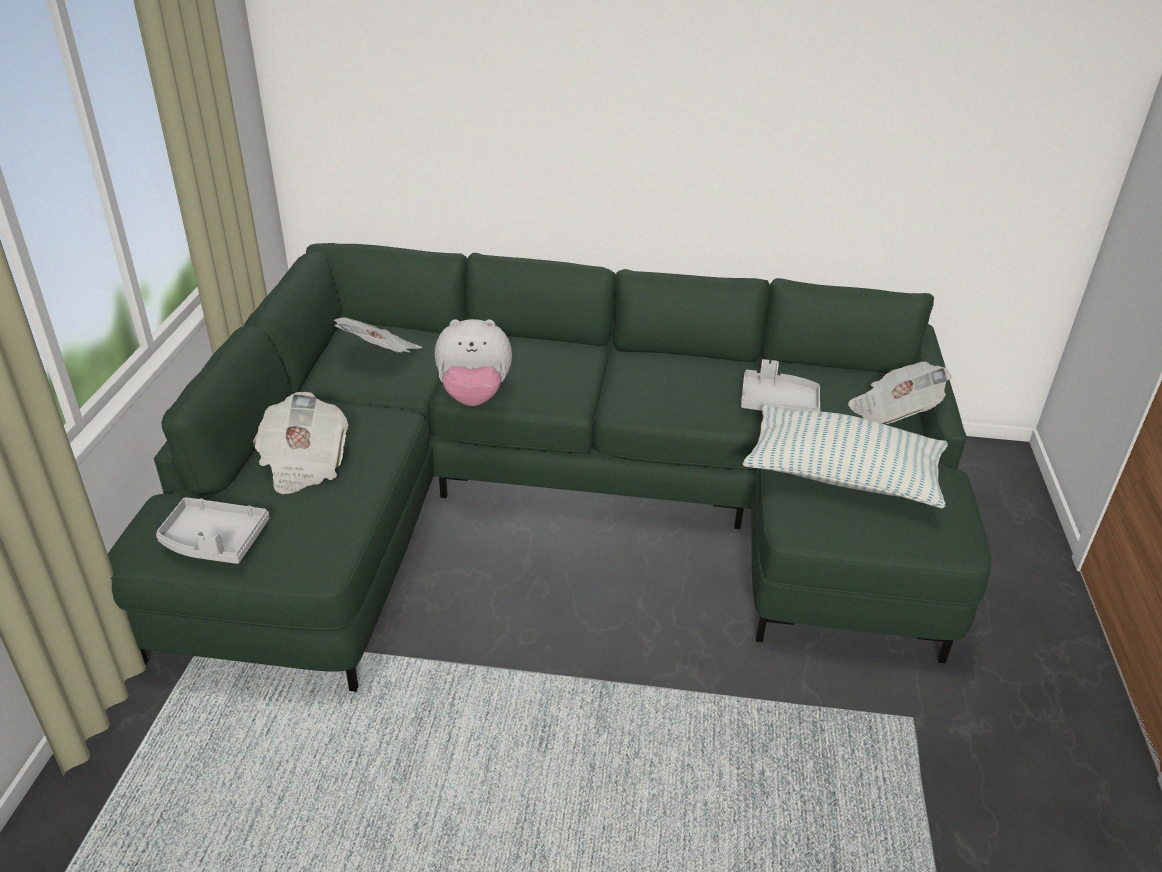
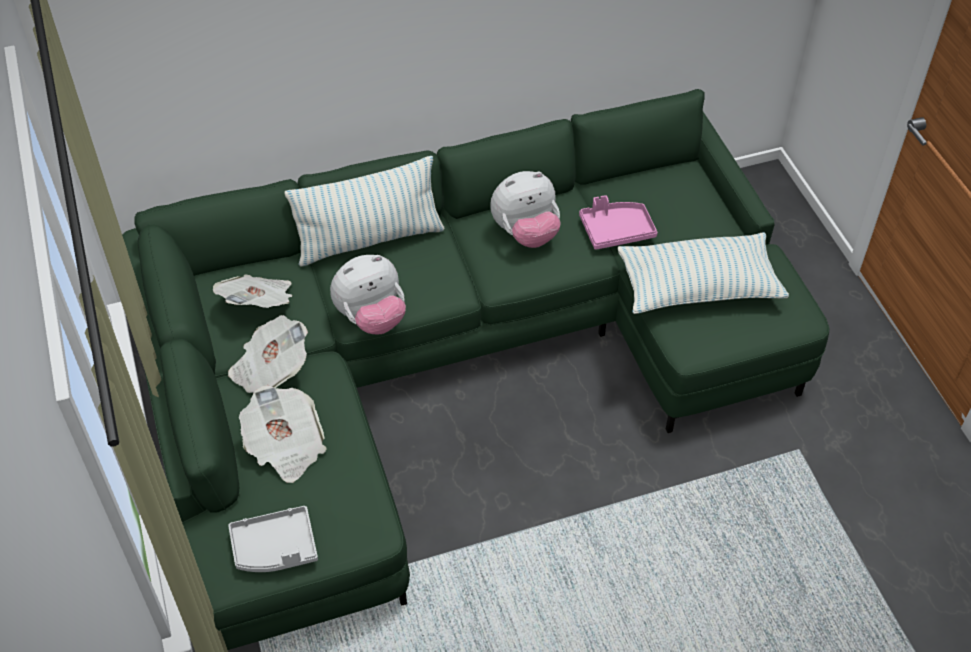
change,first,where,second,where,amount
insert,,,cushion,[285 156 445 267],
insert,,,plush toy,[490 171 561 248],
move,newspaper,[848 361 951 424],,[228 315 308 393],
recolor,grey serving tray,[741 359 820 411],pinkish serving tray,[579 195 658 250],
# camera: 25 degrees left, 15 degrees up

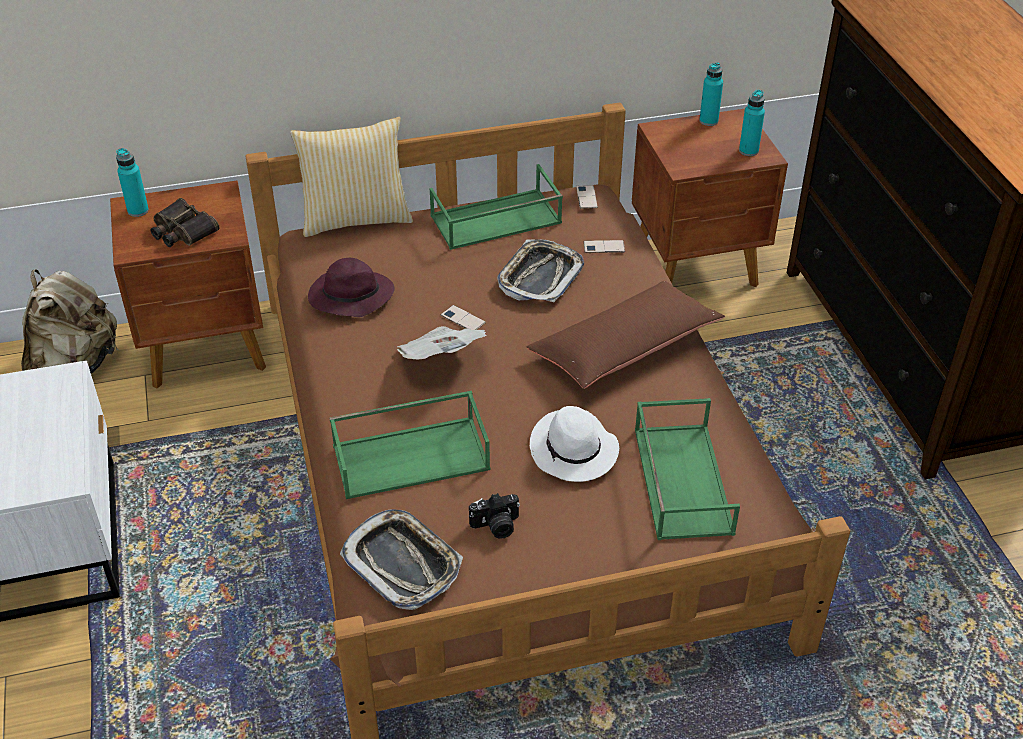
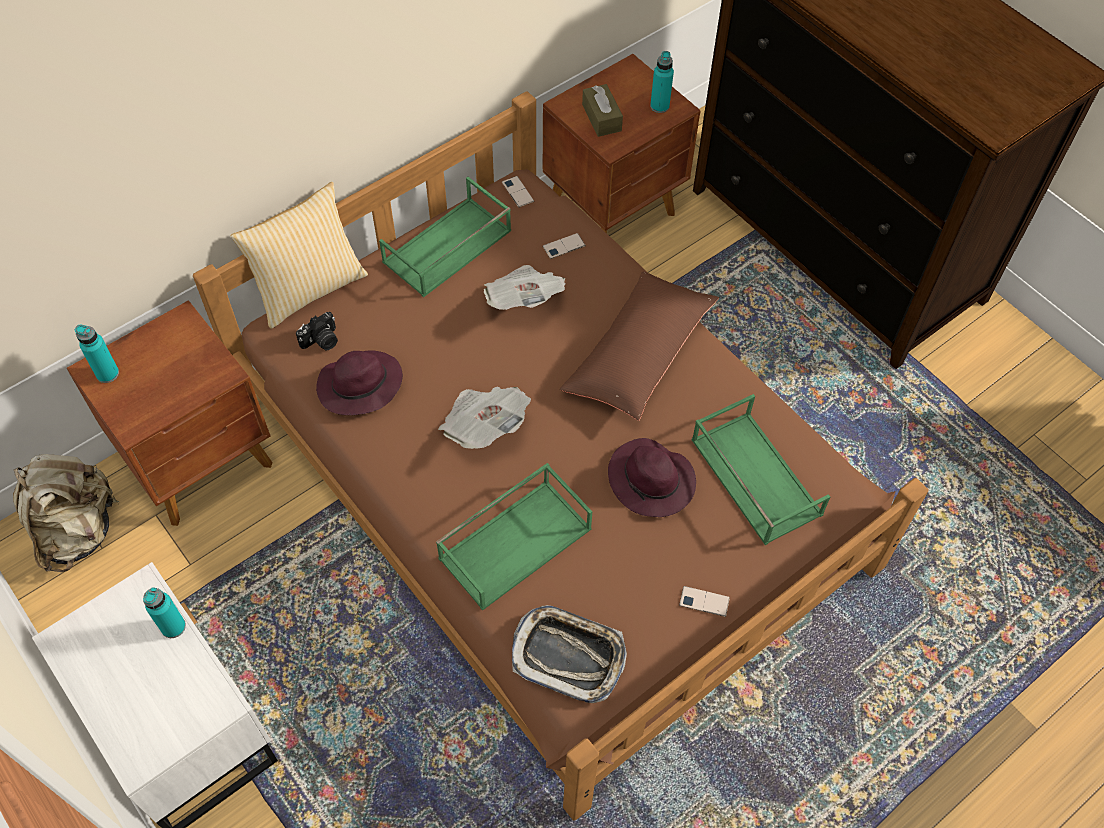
change,first,where,second,where,amount
delete,binoculars,[150 198 220 247],,,
insert,,,brown tissue holder,[582 84 623 137],
move,telephone,[441 305 486 330],,[679 586 730 617],
move,still camera,[469 493 520 539],,[296 312 338 350],
move,turquoise-coloured bottle,[699 62 723 126],,[143 587 186 638],
replace,serving tray,[497 239 584 302],newspaper,[484 265 565 310],
recolor,white wearable hat,[530 406 619 482],purple-coloured wearable hat,[608 438 696 517],
# camera: 25 degrees left, 15 degrees up

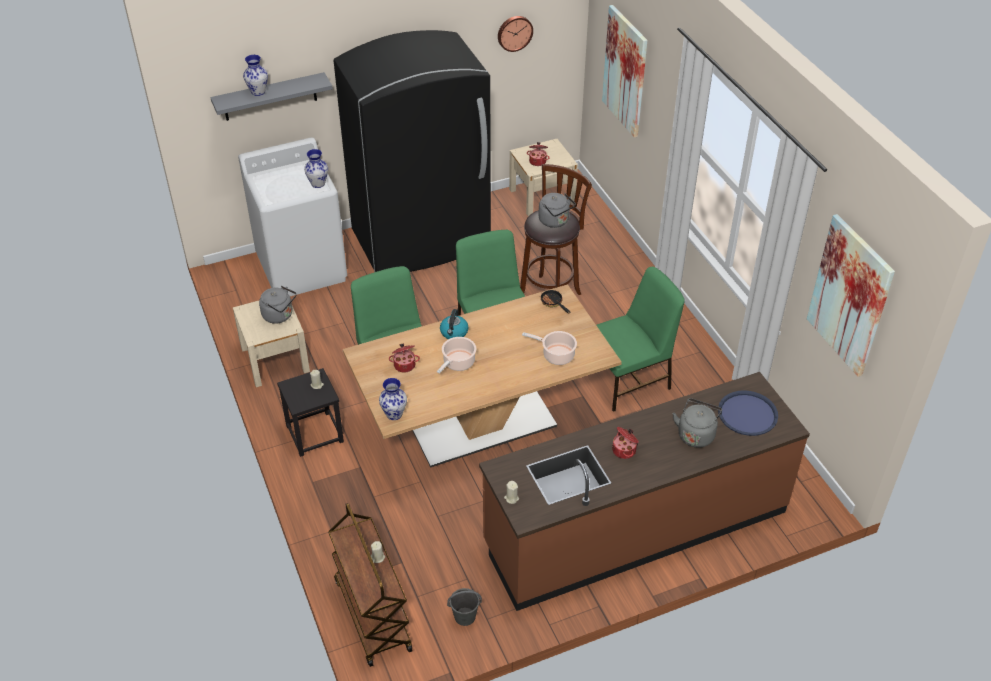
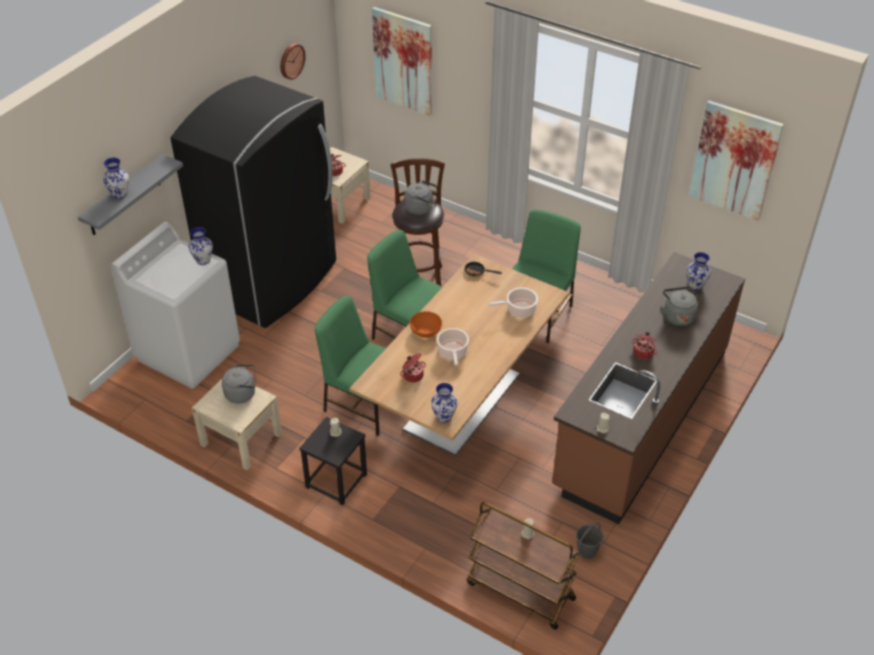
change,first,where,second,where,amount
replace,water kettle,[440 309 469 339],orange bowl,[410 311 442 338],
replace,blue serving tray,[718 390 778 436],flower vase,[686 252 711 290],
# camera: 35 degrees left, 0 degrees up

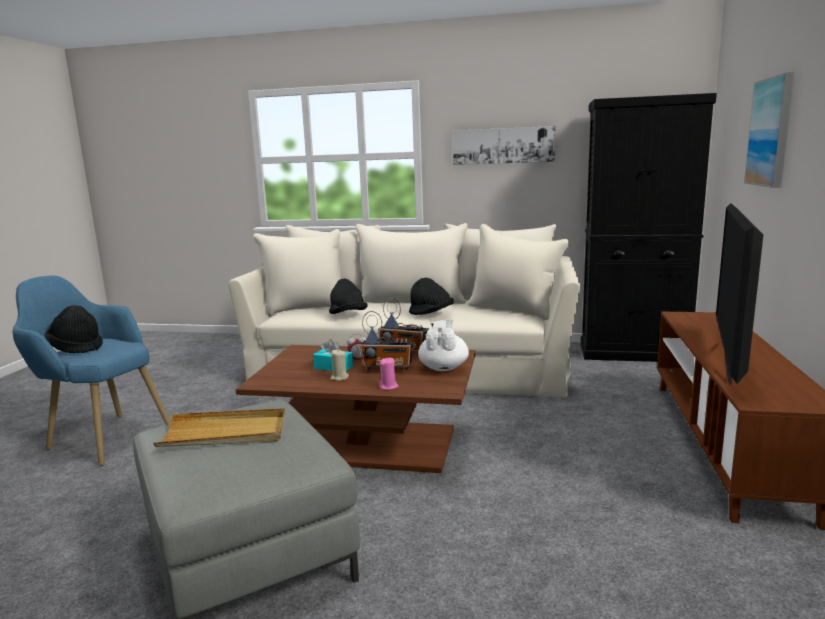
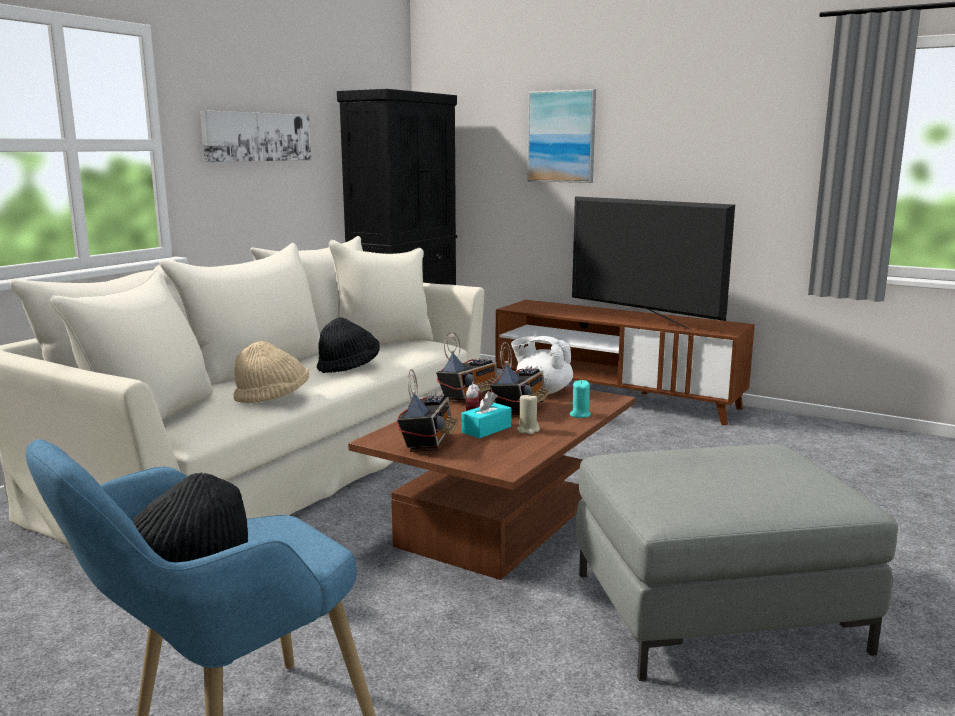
change,first,where,second,where,amount
delete,sand-coloured serving tray,[153 408 286 447],,,
insert,,,radio,[397 369 457 452],
recolor,black-coloured wearable hat,[329 279 368 314],sand-coloured wearable hat,[234 341 309 403],
recolor,pinkish candle,[379 357 398 390],turquoise-coloured candle,[570 380 591 418],
# camera: 70 degrees left, 0 degrees up

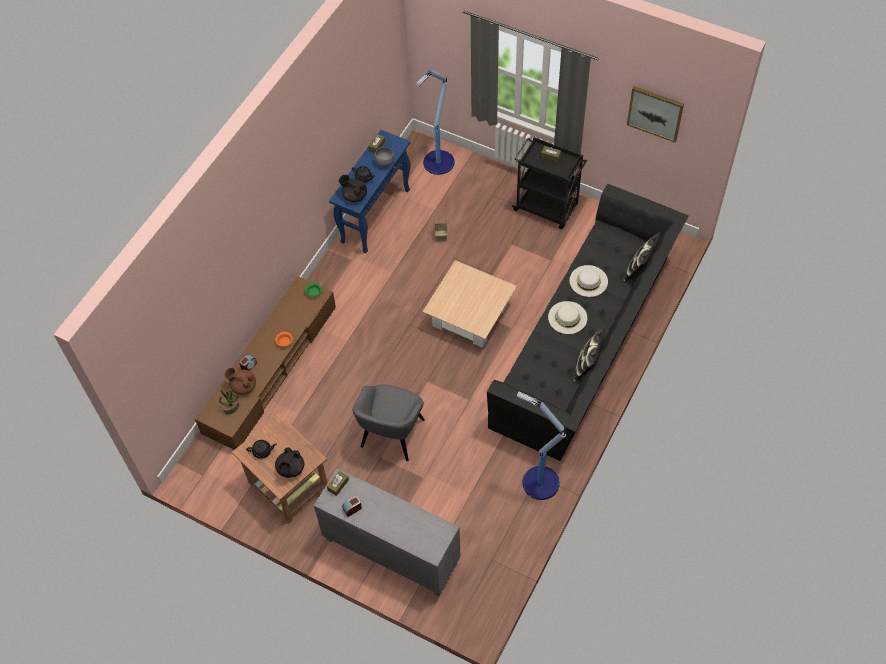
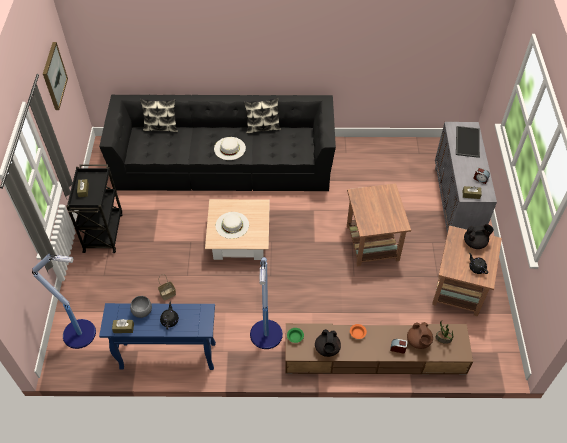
change,first,where,second,where,amount
insert,,,serving tray,[456 126 480 158],
move,black-coloured pot for tea,[339 175 367 202],,[315 329 341 357],
move,standard lamp,[517 392 566 500],,[250 257 283 349],
move,white wearable hat,[569 265 608 297],,[215 212 249 239],
replace,grey armchair,[353 384 425 461],brown end table,[347 183 411 266],
# camera: 120 degrees left, 5 degrees down

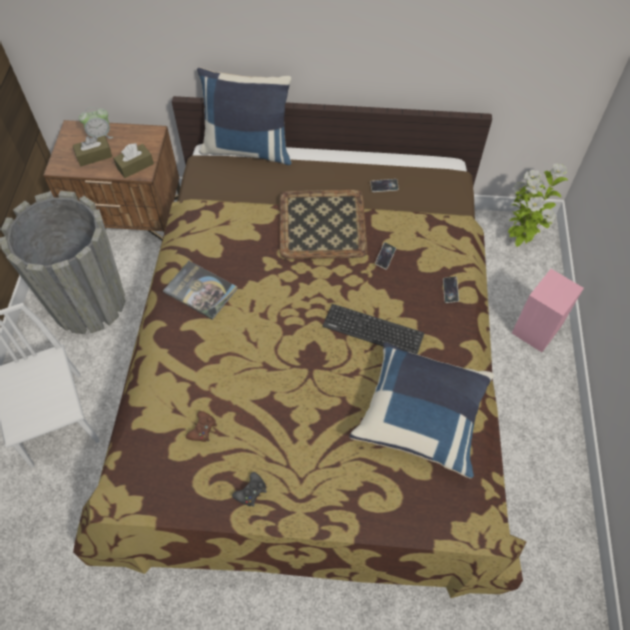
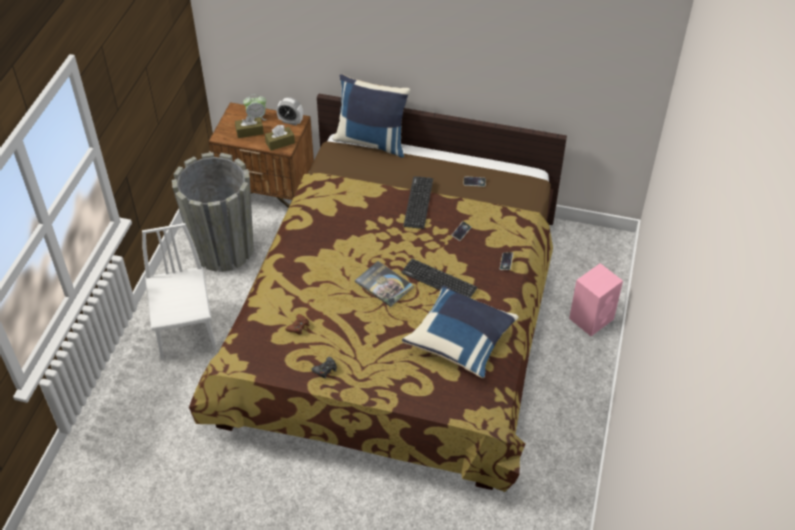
change,first,where,second,where,amount
delete,houseplant,[508 164 568 247],,,
insert,,,alarm clock,[276 97 303 125],
move,volume,[163 261 238 320],,[355 261 414 307],
replace,serving tray,[280 190 367 259],PC keyboard,[403 176 433 229],
# camera: 10 degrees right, 10 degrees down

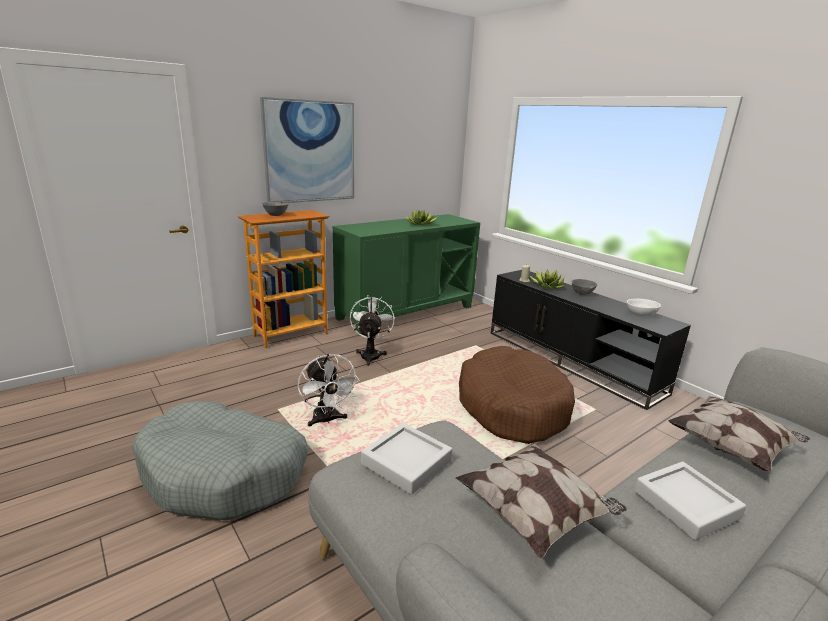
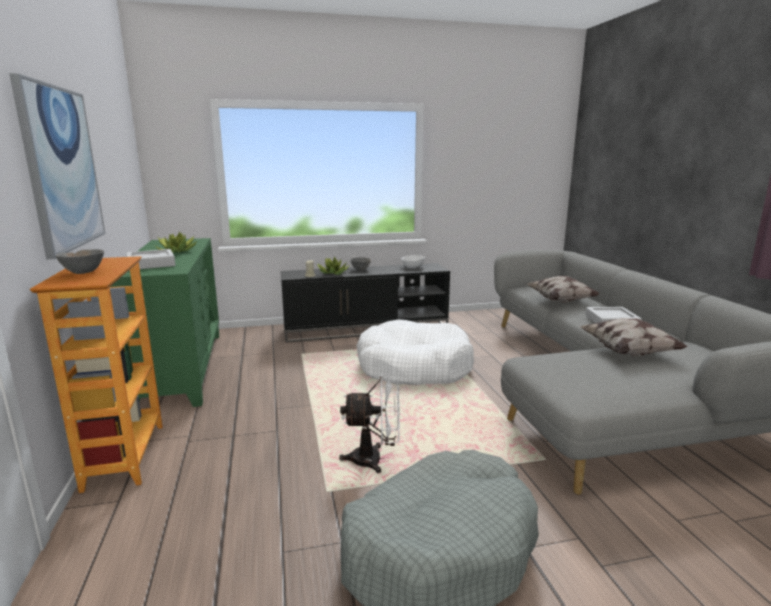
change,first,where,second,where,amount
delete,white cooling fan,[350 295 395 366],,,
move,grey serving tray,[361 423 452 495],,[126 249 176 269],
recolor,brown dog cushion,[459 346 575 444],white dog cushion,[357 319 474 385],
# camera: 65 degrees left, 5 degrees down

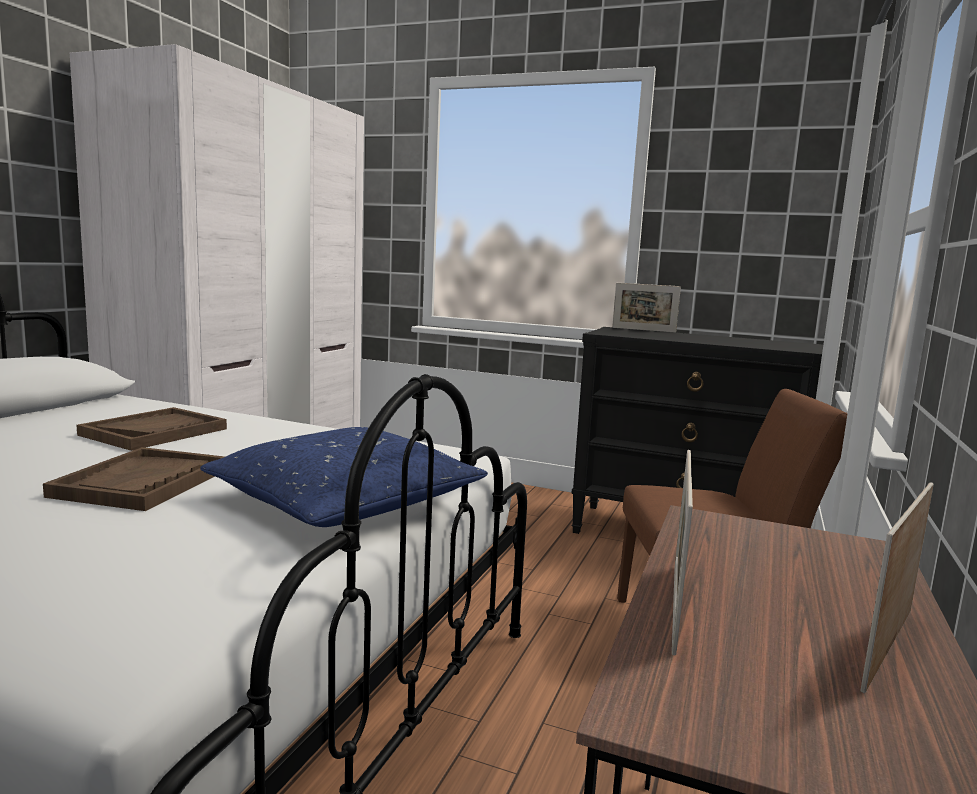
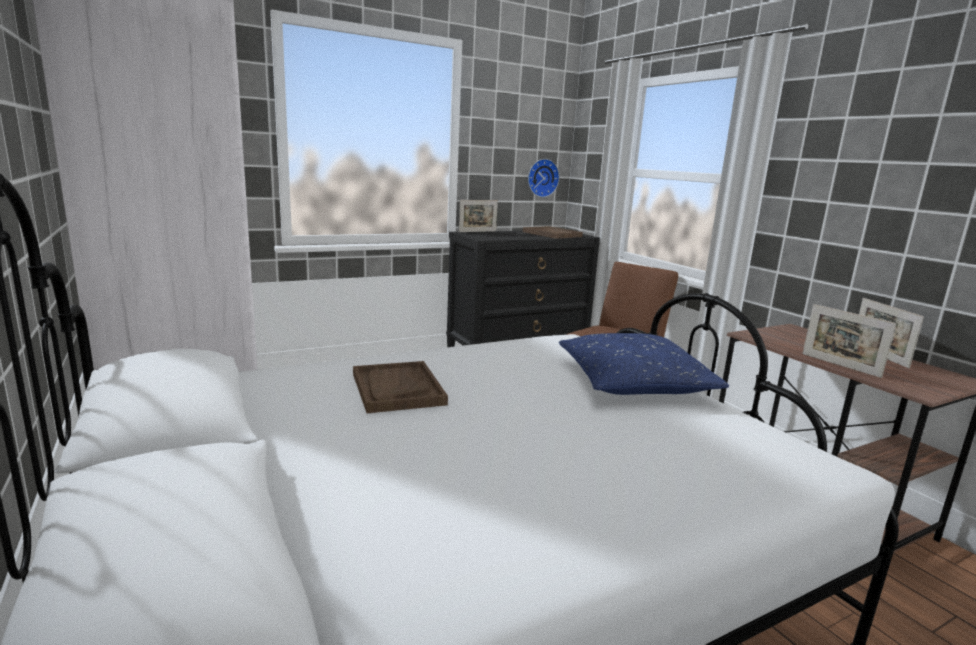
change,first,where,second,where,amount
insert,,,clock on the wall,[528 159 560 197],
move,brown serving tray,[43 447 225 511],,[523 226 583 239],
# camera: 50 degrees left, 5 degrees up

